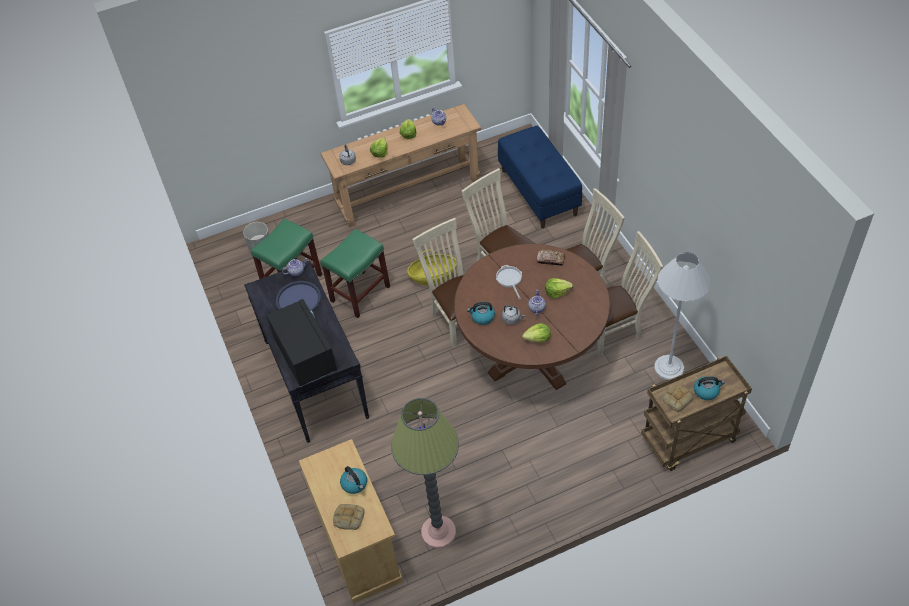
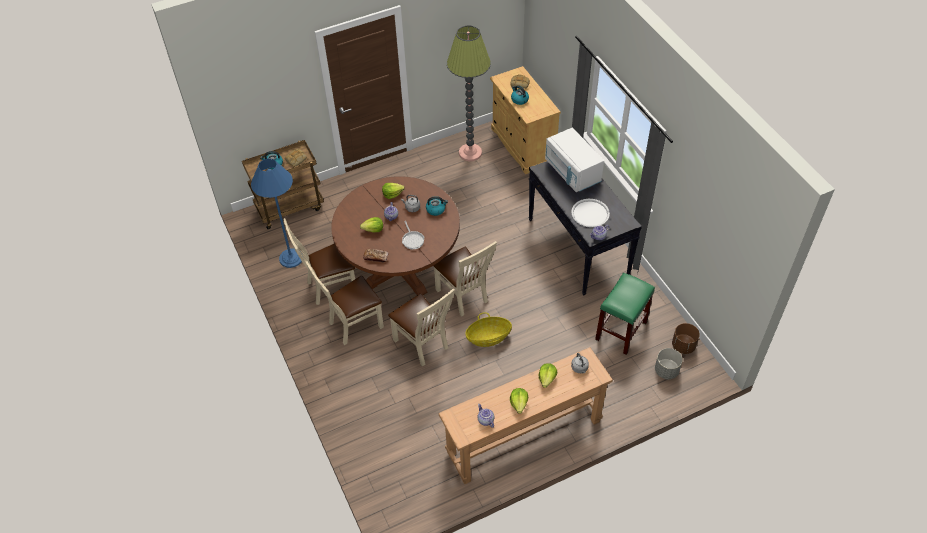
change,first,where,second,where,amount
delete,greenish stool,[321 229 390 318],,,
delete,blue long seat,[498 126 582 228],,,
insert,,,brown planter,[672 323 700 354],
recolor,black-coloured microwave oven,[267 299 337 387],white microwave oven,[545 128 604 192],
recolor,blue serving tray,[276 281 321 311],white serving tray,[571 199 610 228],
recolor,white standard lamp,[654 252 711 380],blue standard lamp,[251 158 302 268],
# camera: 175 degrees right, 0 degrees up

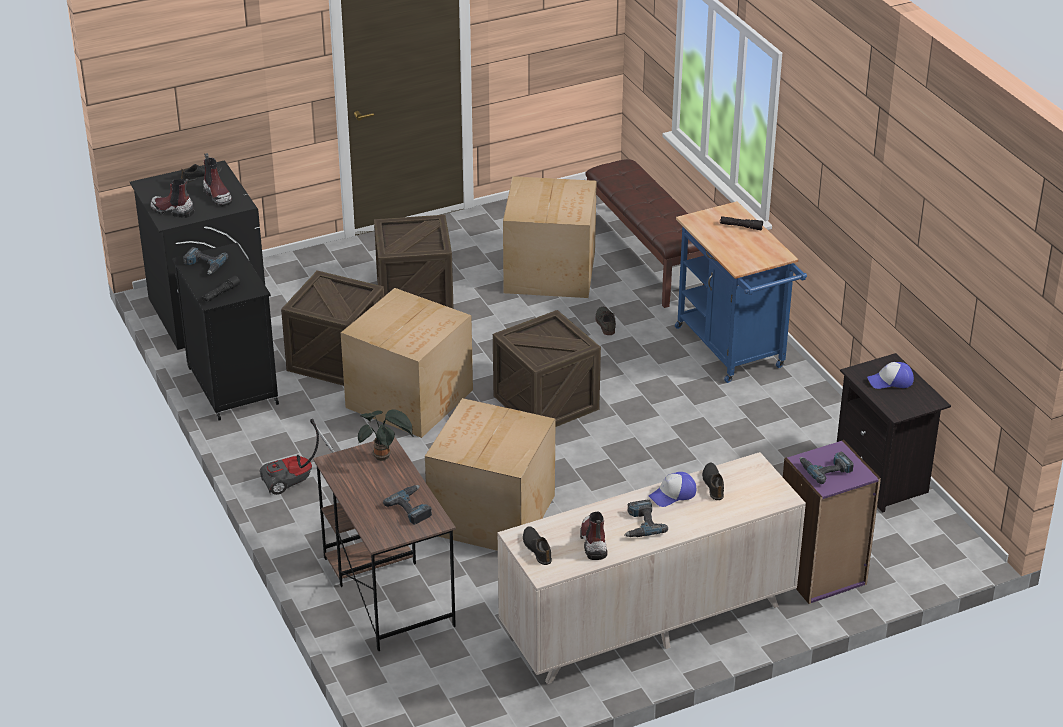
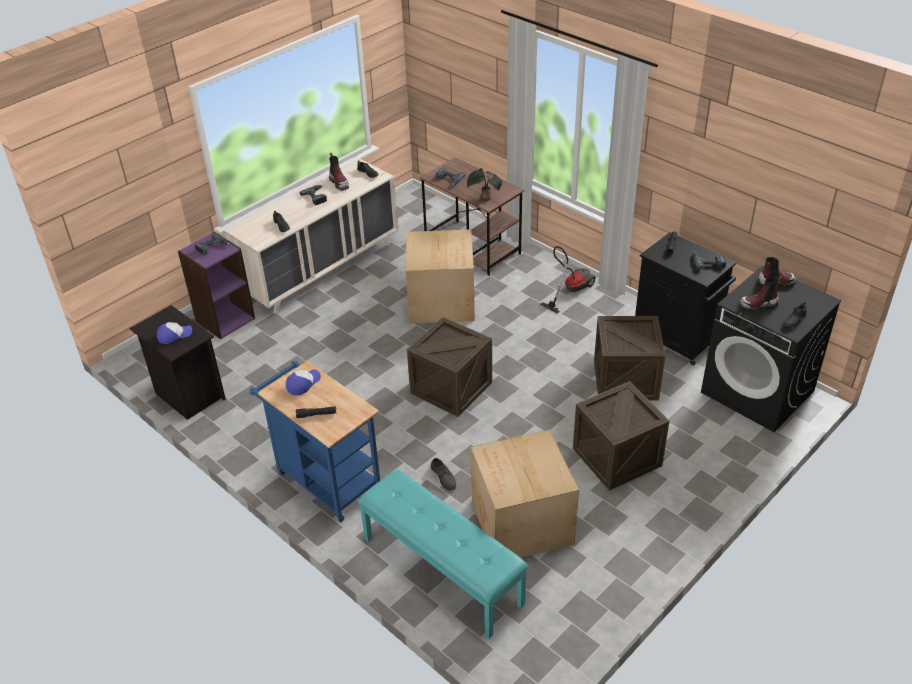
change,first,where,second,where,amount
delete,packing box,[341 288 473 438],,,
move,cap,[649 472 697 507],,[286 369 321 395],
recolor,brown long seat,[585 159 704 308],turquoise-coloured long seat,[358 470 528 638],
rotate,high-top boot,[203 153 232 207],,[739 276 782 311],45 degrees counterclockwise
# camera: 160 degrees right, 5 degrees up

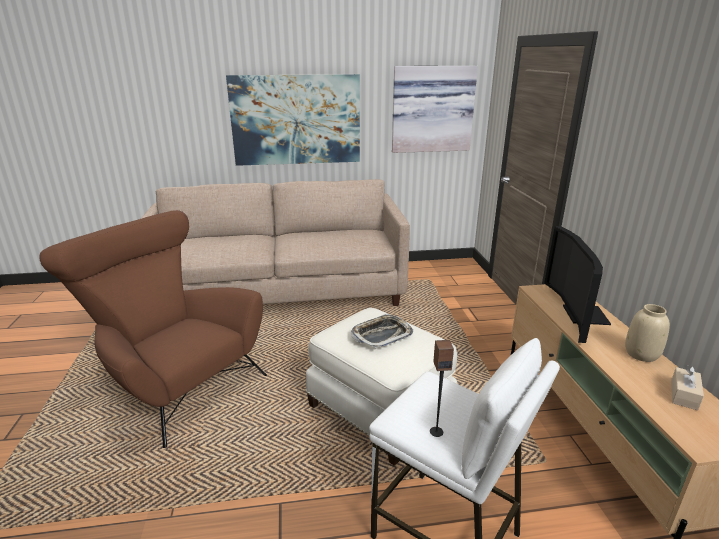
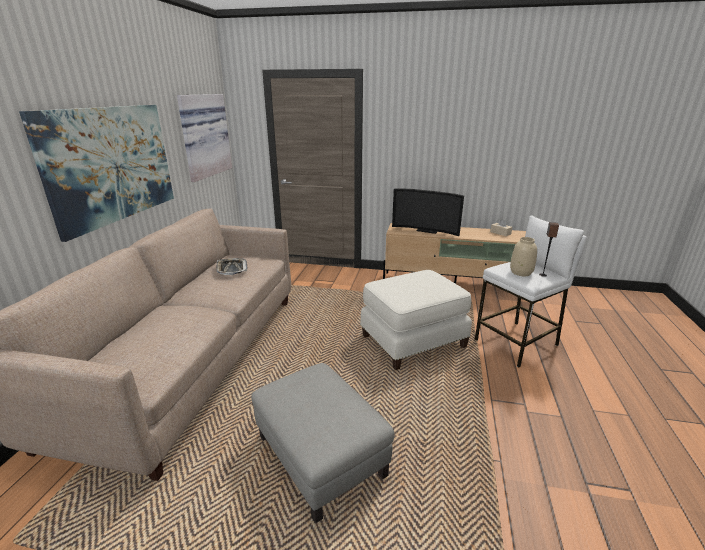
change,first,where,second,where,amount
move,serving tray,[351 314 413 349],,[216 258 248 275],
move,sand-coloured flower vase,[625 304 670 362],,[510 237 537 276],
replace,brown armchair,[39 210 267 448],grey pouffe,[251 363 395 523],
# camera: 70 degrees left, 0 degrees up

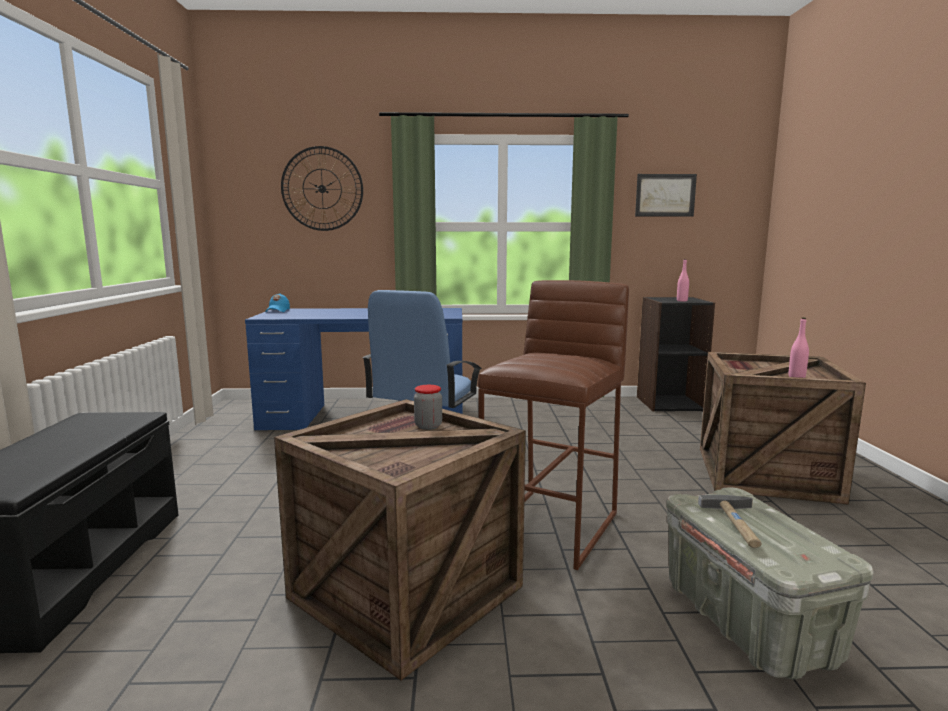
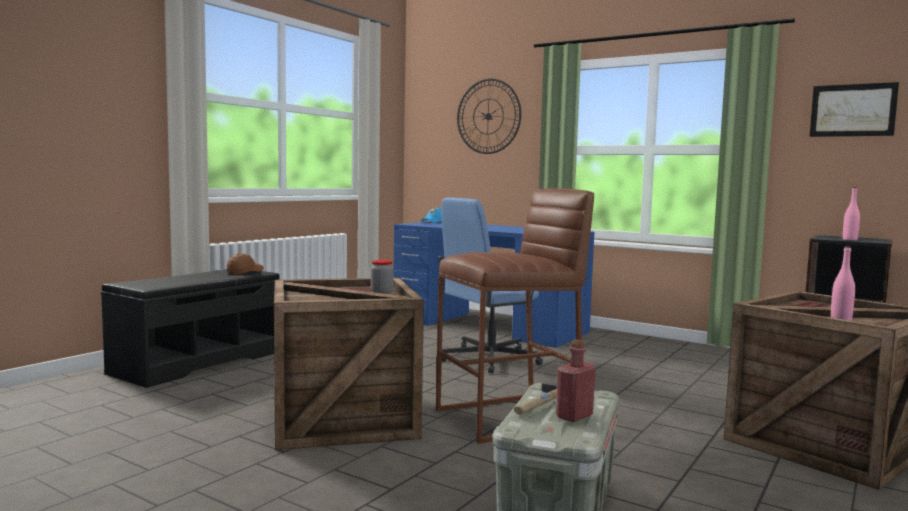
change,first,where,second,where,amount
insert,,,brown cap,[227 253 264 274],
insert,,,red bottle,[556 340 596 422],
# camera: 35 degrees right, 5 degrees down

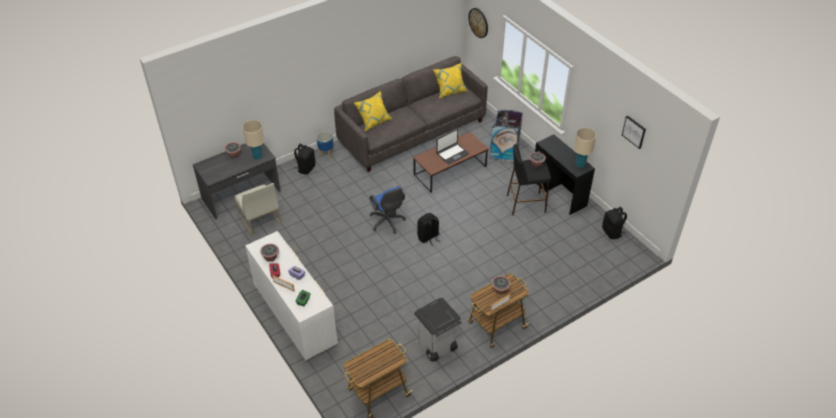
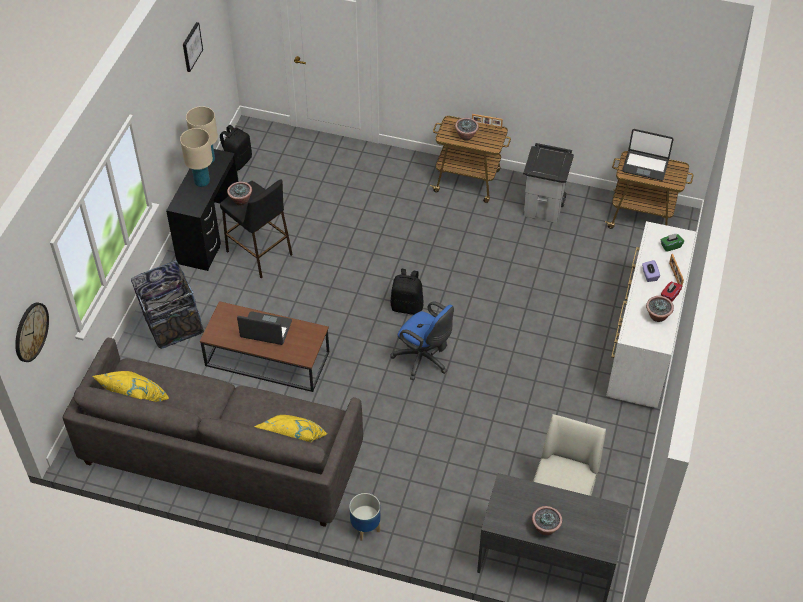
change,first,where,second,where,amount
delete,black-coloured rucksack,[294 144 316 174],,,
insert,,,laptop,[622 129 674 181],
move,sand-coloured lamp for a table,[243 120 264 160],,[180 128 213 187],
rotate,blue computer chair,[369 186 406 234],,[390 302 454 380],105 degrees clockwise
# camera: 130 degrees left, 5 degrees up

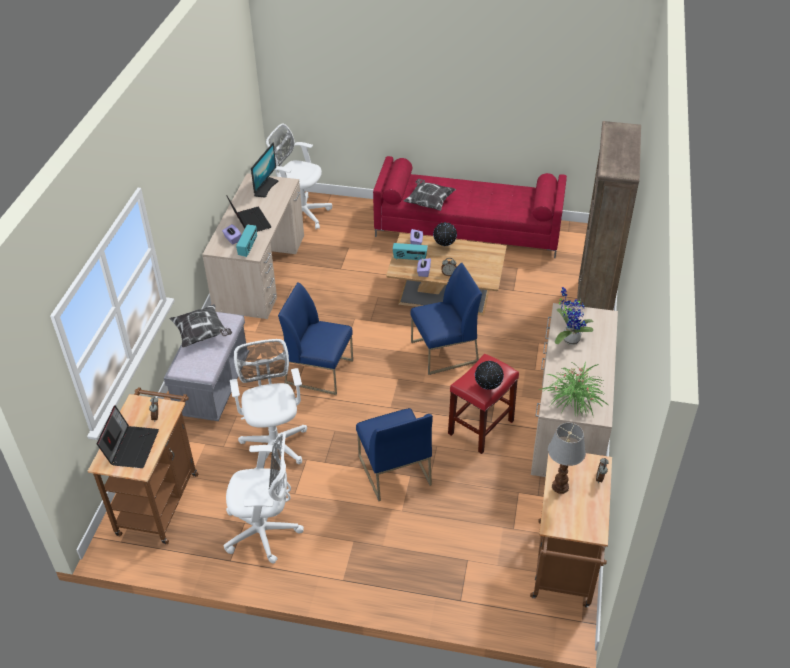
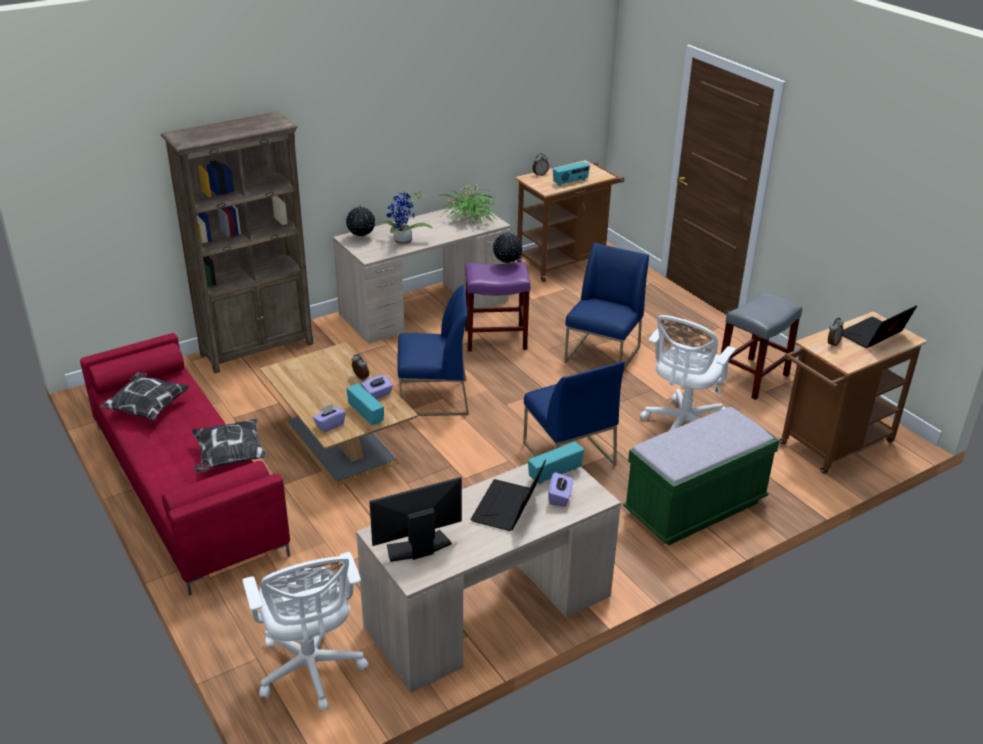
change,first,where,second,where,amount
move,cushion,[169 304 232 348],,[100 372 190 420],
move,desk globe,[433 222 457 247],,[346 205 375 237],
replace,white computer chair,[224 433 304 564],grey stool,[721 291 802 400],
replace,lamp for a table,[548 423 586 494],radio,[553 162 590 186],
recolor,grey long seat,[164 312 249 421],greenish long seat,[623 407 779 545],
recolor,red stool,[448 354 519 454],purple-coloured stool,[465 262 530 352],
rotate,blue chair,[410 263 482 375],,[398 284 469 416],150 degrees clockwise
# camera: 135 degrees left, 10 degrees down

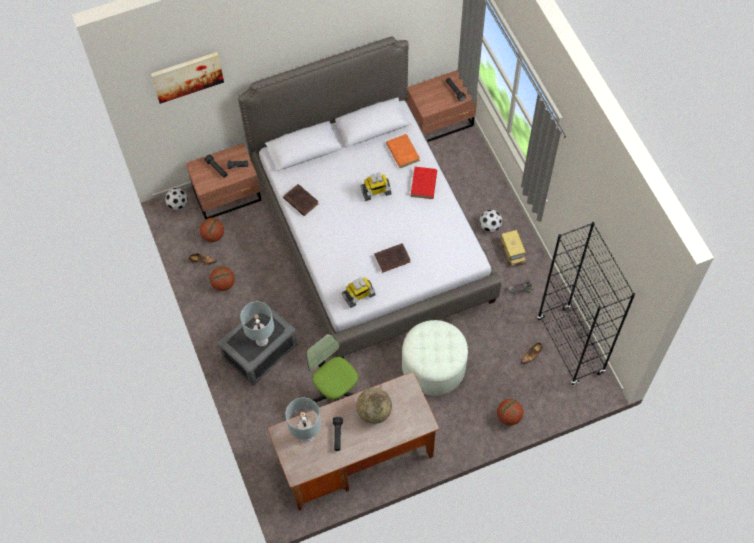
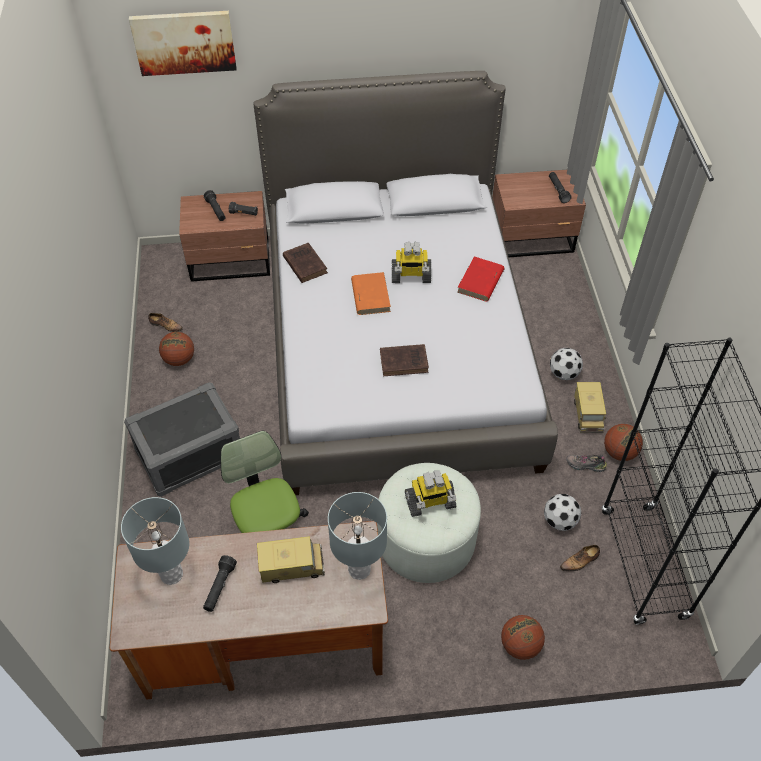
change,first,where,second,where,amount
move,ball for football,[165 188 188 210],,[544 494 581 531],
move,ball for basketball,[200 218 224 242],,[604 424 643 461],
move,grey lamp for a table,[240 302 274 346],,[328 492 387 580],
move,robot figure,[342 277 376 308],,[405 470 456 517],
move,orange volume,[386 134 420 168],,[351 272 391 315],
replace,desk globe,[356 388 392 424],model truck,[257 536 325 583],
# camera: 15 degrees right, 10 degrees down

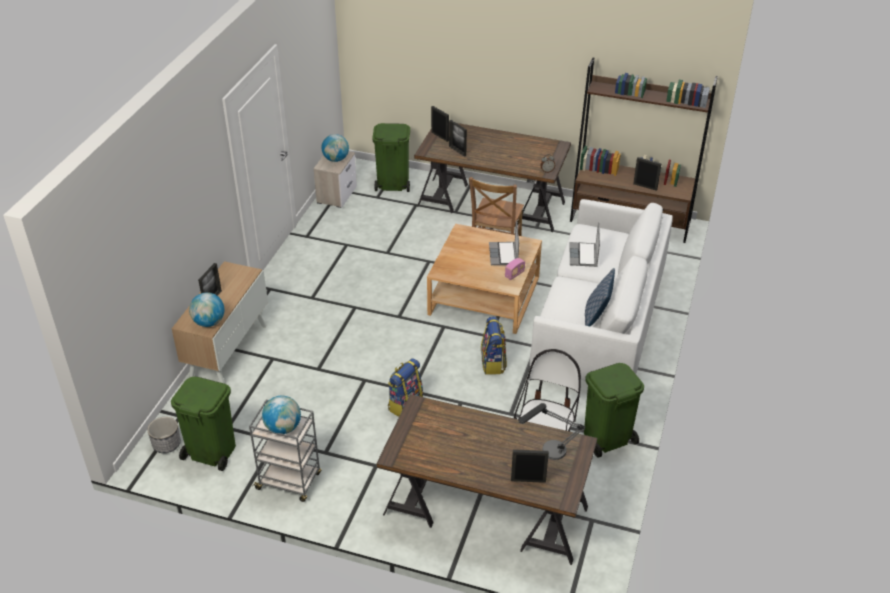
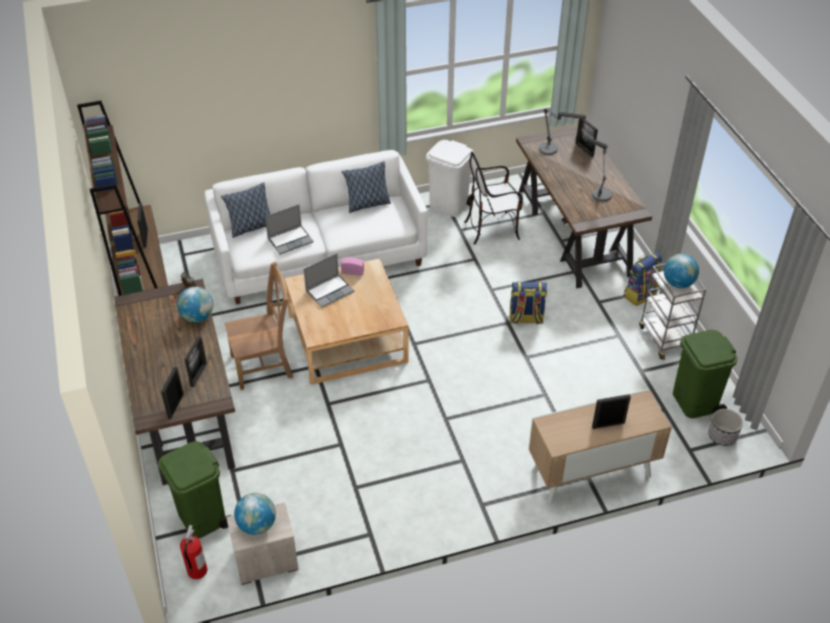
change,first,where,second,where,amount
insert,,,fire-fighting cylinder,[180 525 207 579],
insert,,,cushion,[221 182 270 238],
insert,,,lamp for a table,[582 135 612 202],
move,desk globe,[189 292 224 327],,[177 286 213 322],
move,rucksack,[481 317 507 375],,[624 252 662 306],
recolor,greenish trash can,[584 363 644 458],white trash can,[426 140 474 217],
# camera: 125 degrees left, 5 degrees up

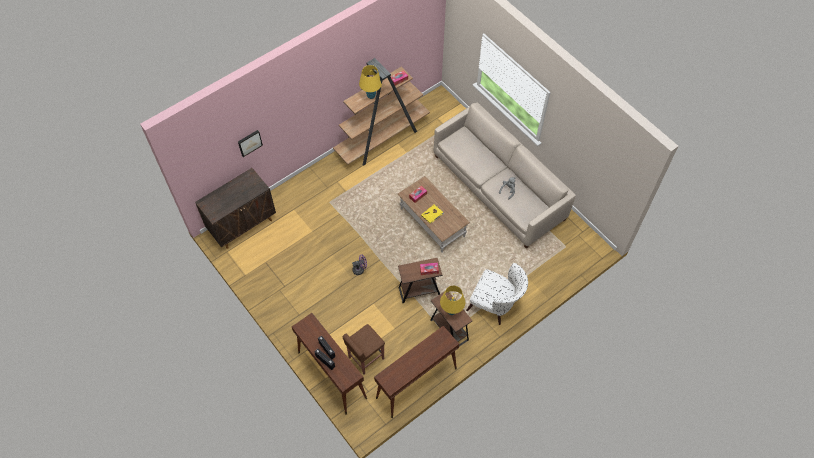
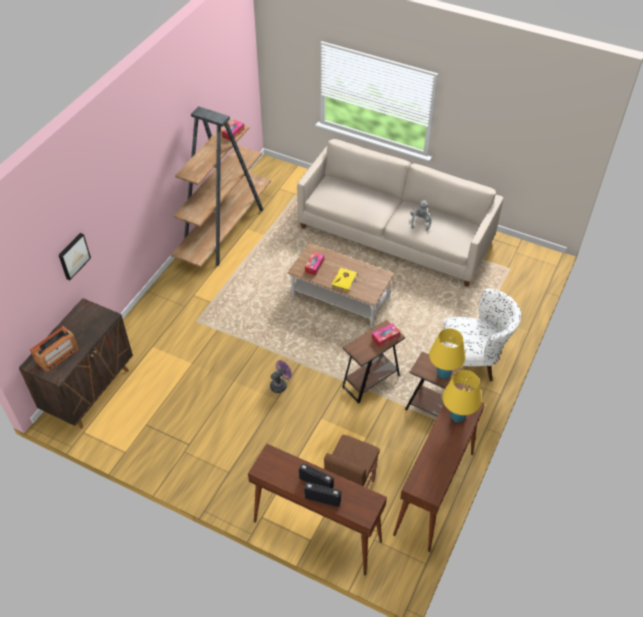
change,first,where,second,where,amount
insert,,,radio,[30 326 79 372],
move,yellow-coloured lamp for a table,[359 65 382 99],,[442 370 482 423],
# camera: 25 degrees left, 10 degrees down

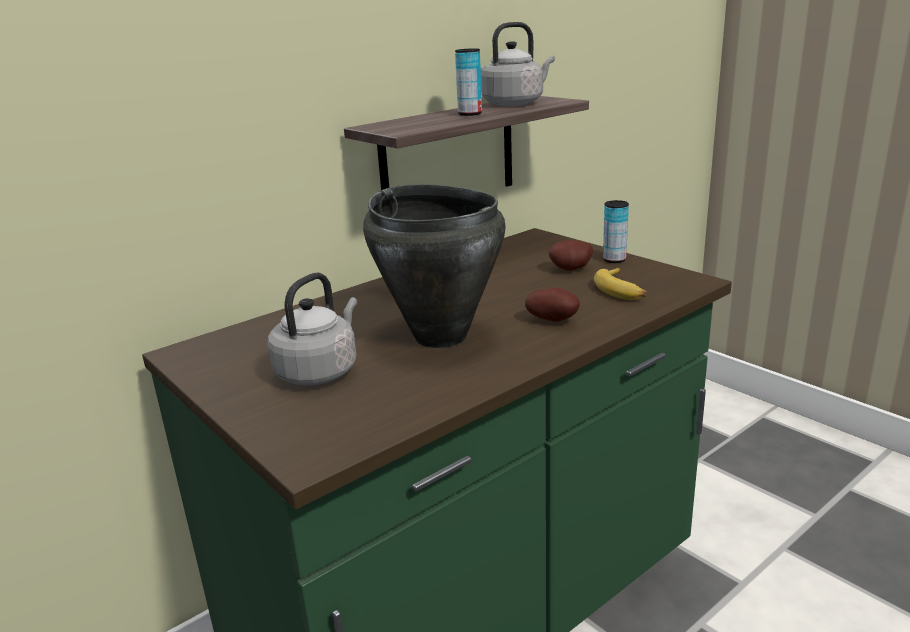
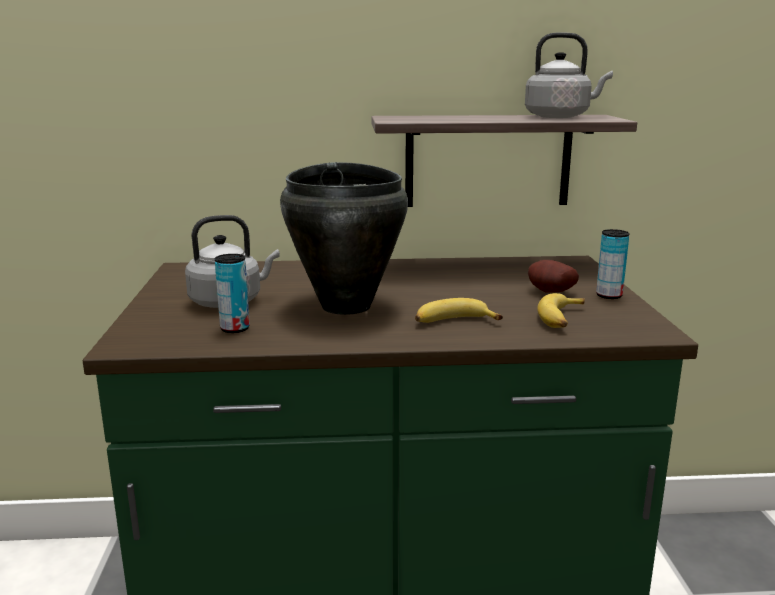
change,first,where,second,where,amount
move,sealed can,[455 48 482 116],,[215 254 250 333],
replace,whole potato,[525 287 580 321],banana,[415 298 503 323],
# camera: 35 degrees right, 5 degrees down

